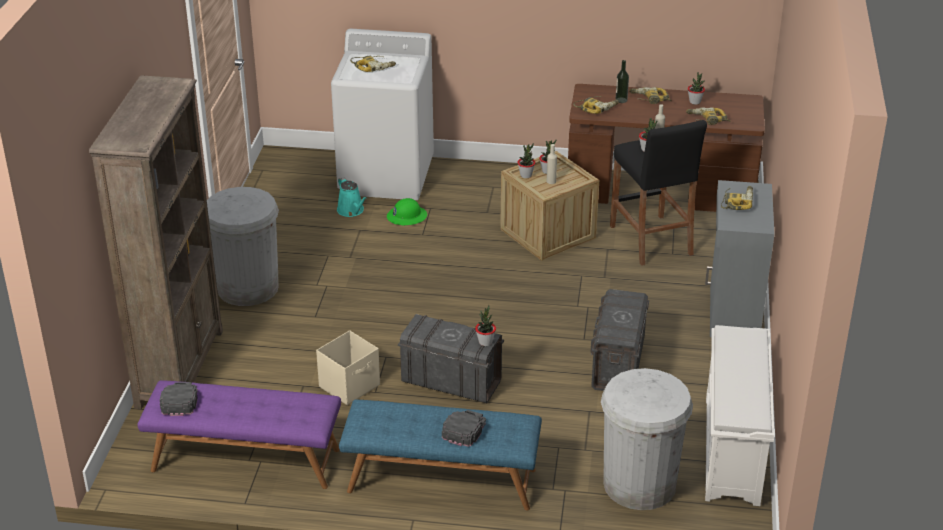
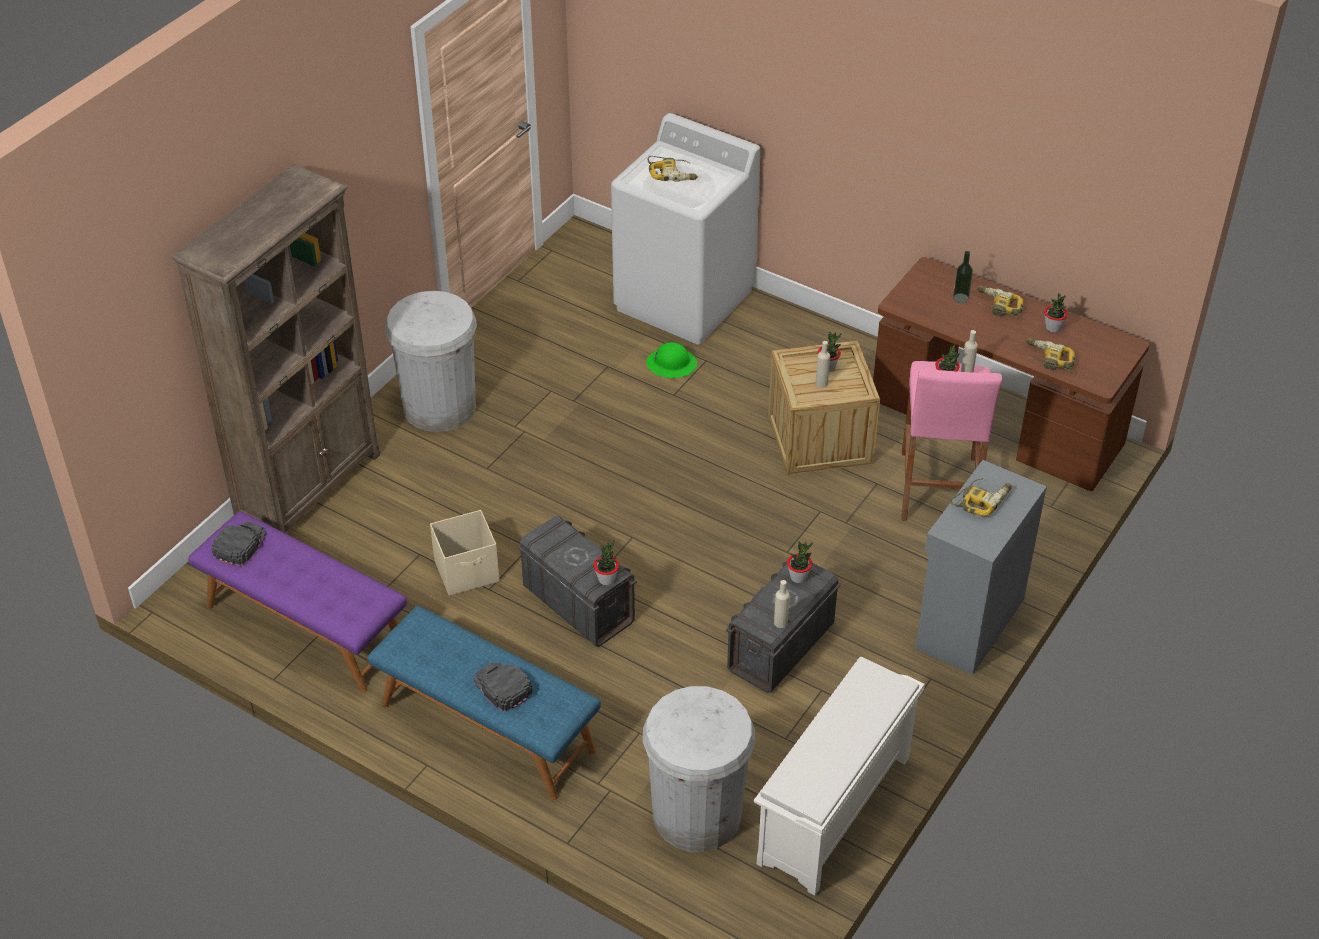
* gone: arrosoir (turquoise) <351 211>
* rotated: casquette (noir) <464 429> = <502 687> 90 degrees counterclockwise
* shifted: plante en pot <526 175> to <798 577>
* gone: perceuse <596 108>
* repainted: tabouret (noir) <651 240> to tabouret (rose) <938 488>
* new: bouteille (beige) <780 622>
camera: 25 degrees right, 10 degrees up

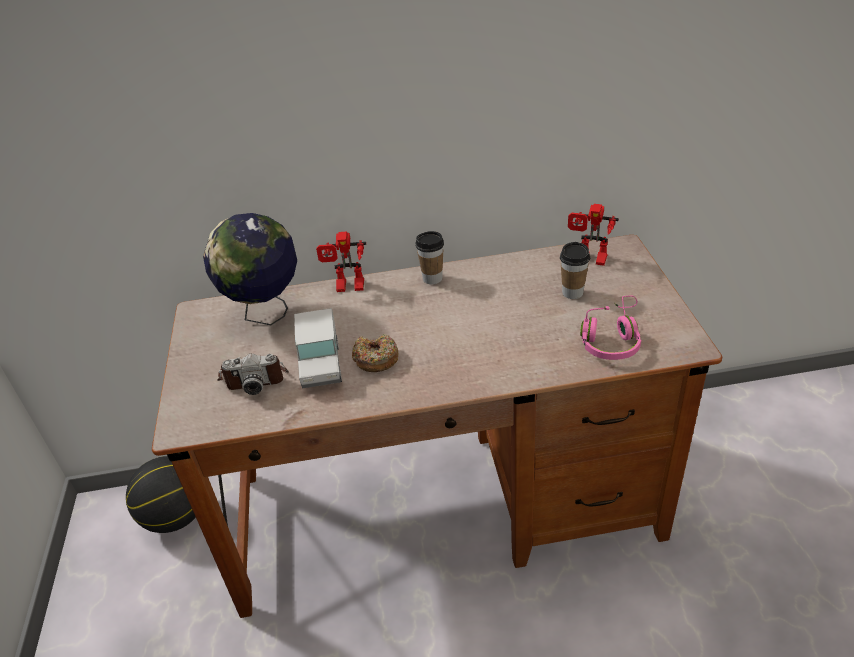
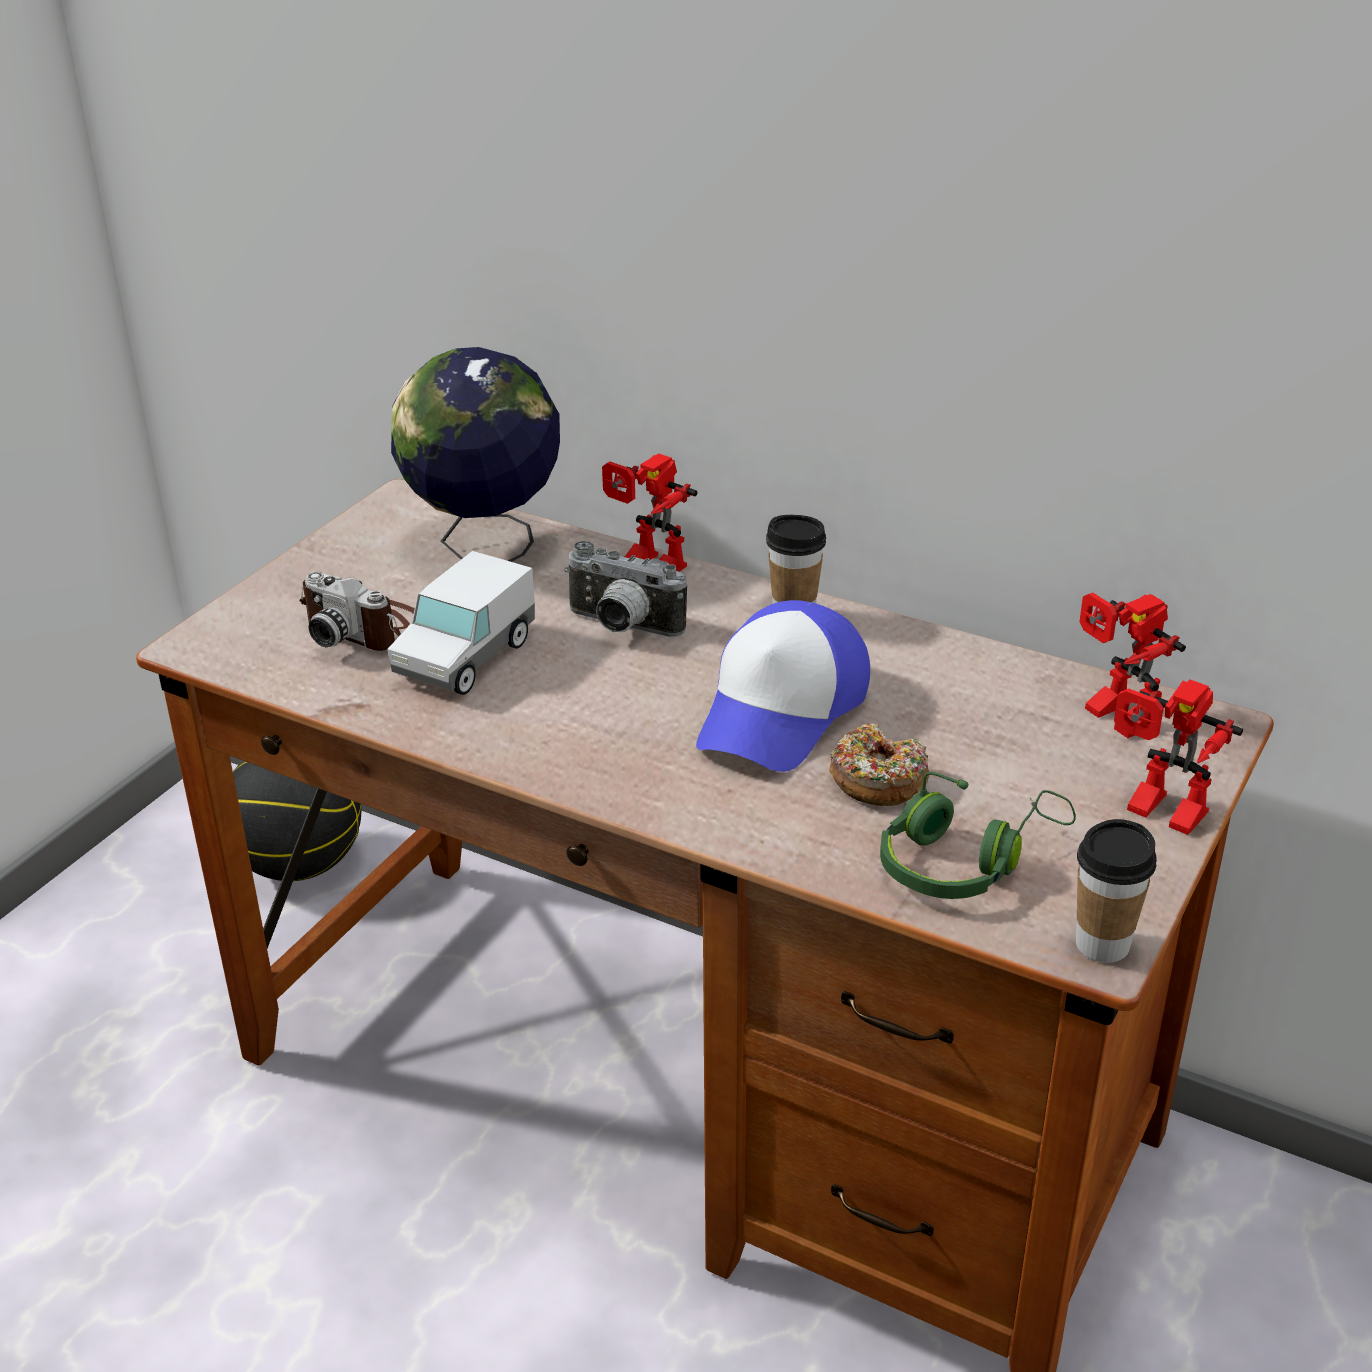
* shifted: beignet <375 359> to <878 780>
* shifted: tasse <572 293> to <1102 944>
* repainted: casque audio (rose) <611 339> to casque audio (vert) <965 860>
* new: appareil photo <621 627>
* new: casquette <782 711>
* new: robot jouet <1157 813>
camera: 35 degrees right, 5 degrees down

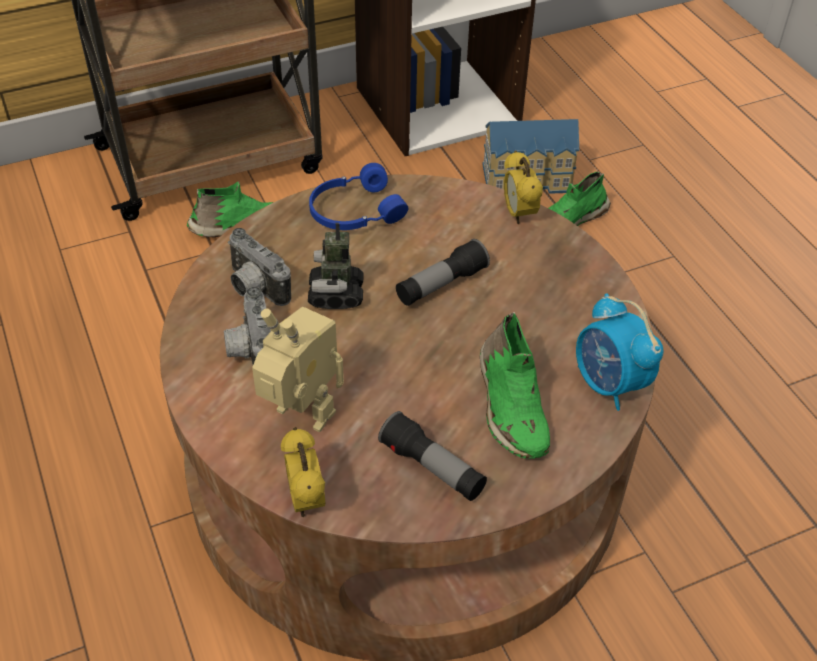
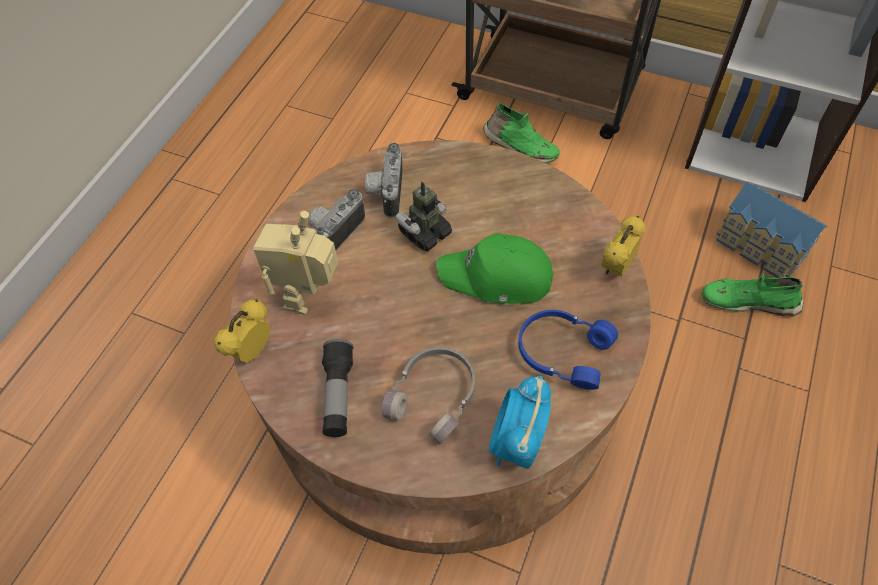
* rotated: robot jouet <300 418> = <310 297> 150 degrees counterclockwise
* shifted: casque audio (bleu) <354 211> to <562 351>
* swapped: lampe de poche <441 285> to casquette (vert) <497 277>
* swapped: chaussure (vert) <510 404> to casque audio (gris) <435 397>
camera: 50 degrees right, 10 degrees up

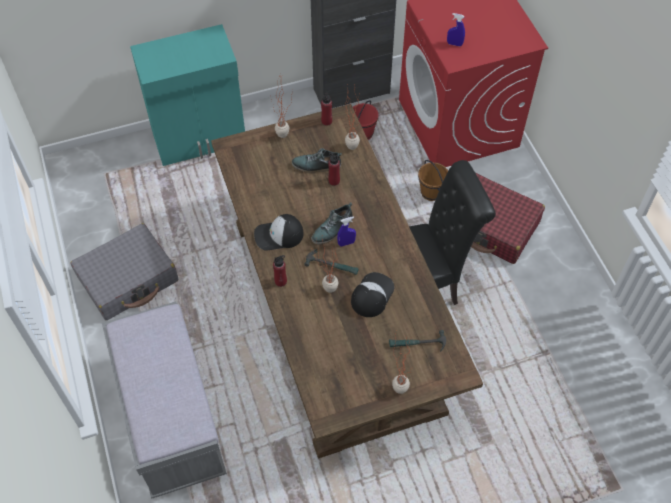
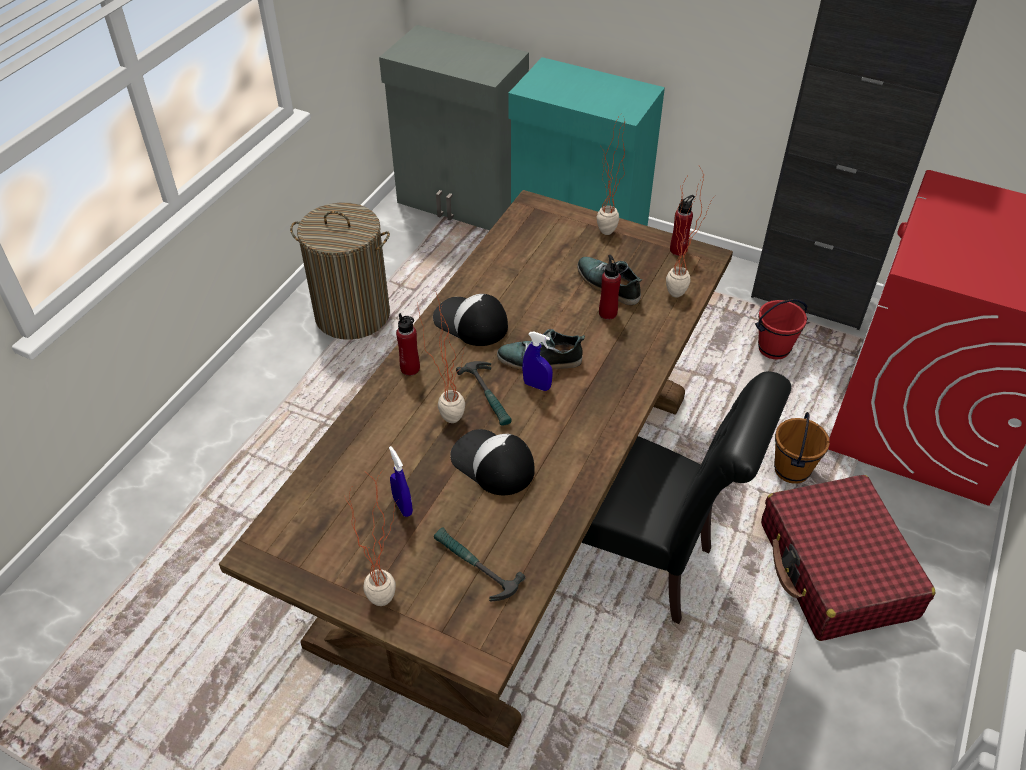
* swapped: valise (gris) <128 279> to panier à linge <353 314>
* gone: banc (gris) <172 419>
* rotated: casquette <371 295> = <492 463> 120 degrees counterclockwise
* shifted: vaporisateur (bleu) <454 44> to <402 506>
* new: meuble de rangement (gris) <462 202>
camera: 45 degrees right, 10 degrees down

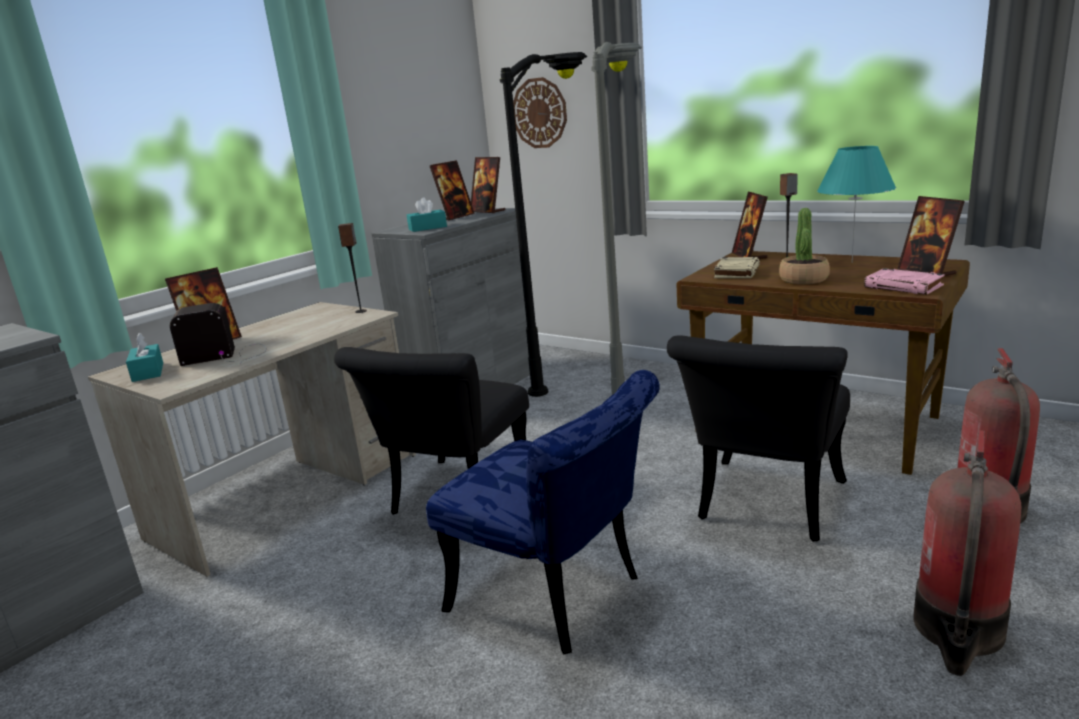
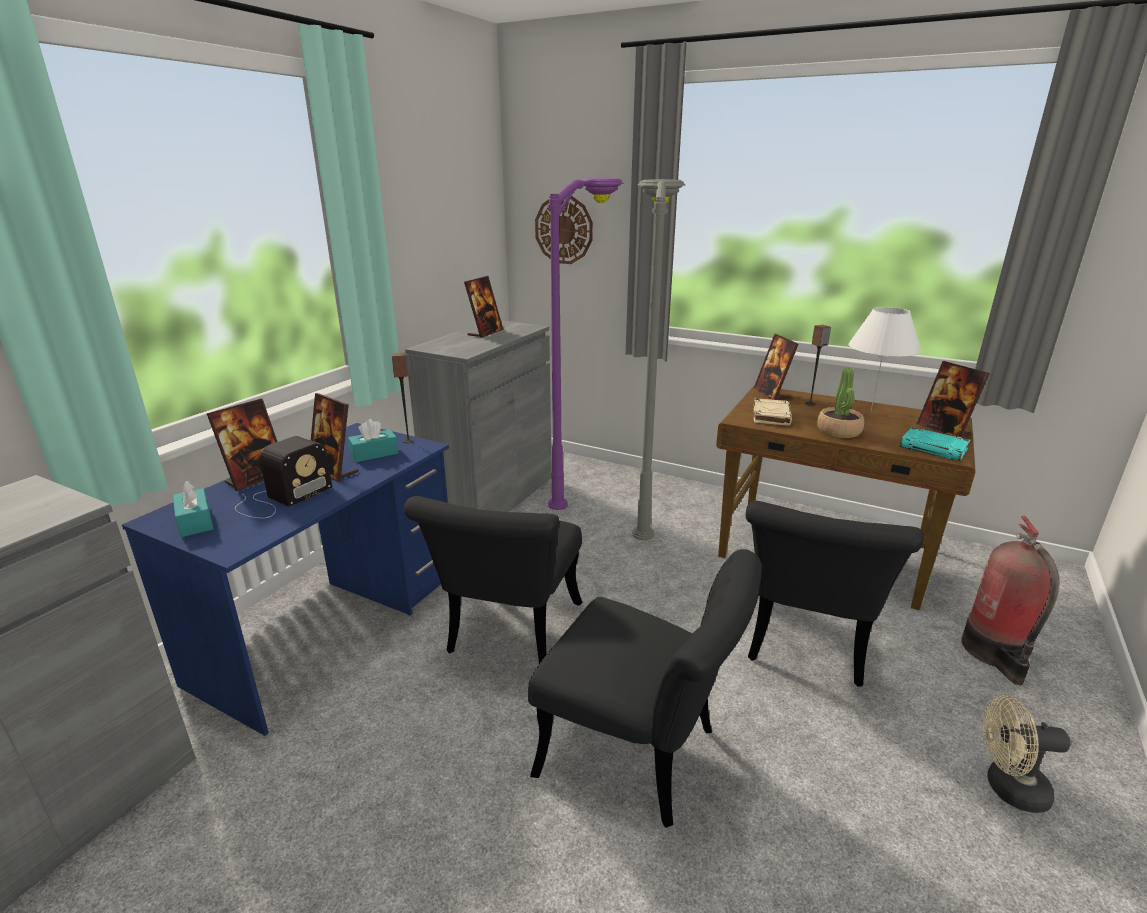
* repainted: bureau (beige) <290 495> to bureau (bleu) <333 627>
* rotated: radio <227 354> = <281 499> 150 degrees clockwise
* shifted: boîte à mouchoirs (turquoise) <427 228> to <374 454>
* repainted: chaise (bleu) <558 598> to chaise (noir) <642 756>
* shifted: cadre photo <488 211> to <334 470>
* repainted: lampadaire (noir) <574 371> to lampadaire (violet) <586 481>
* repainted: lampe de table (turquoise) <851 262> to lampe de table (blanc) <870 411>
* repainted: livre (rose) <904 287> to livre (turquoise) <934 448>
* swapped: extincteur <958 632> to ventilateur (beige) <1007 788>
camera: 10 degrees left, 5 degrees up

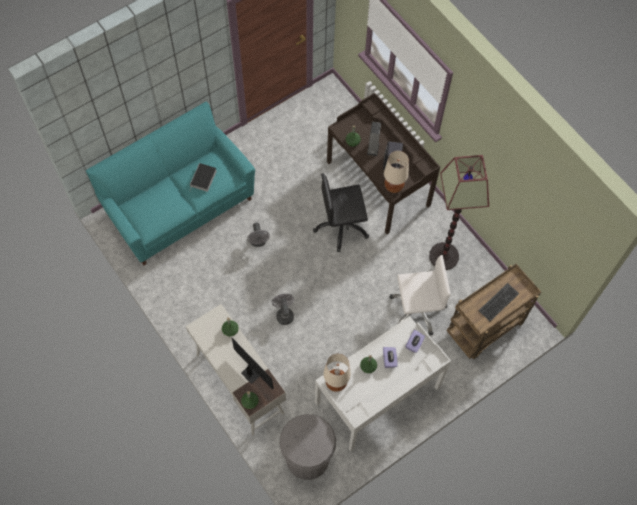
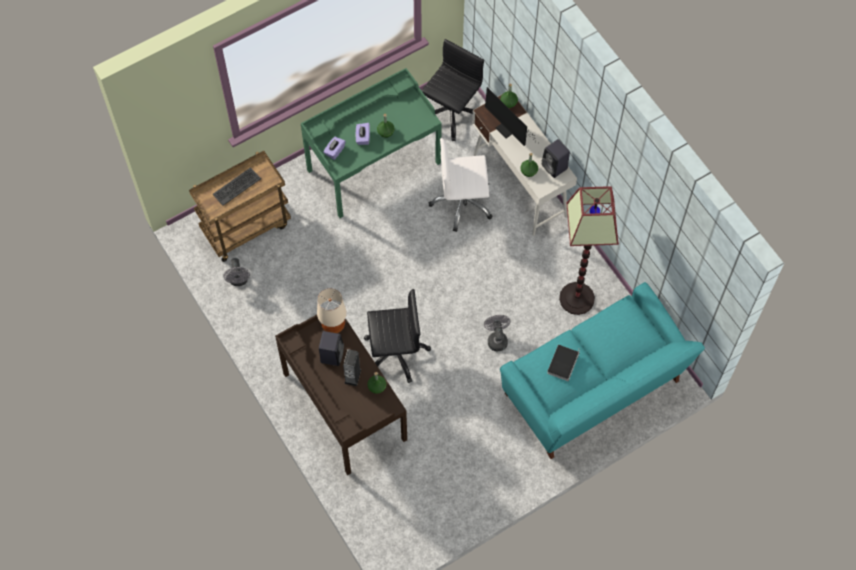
* shifted: ventilateur (gris) <284 314> to <239 281>
* swapped: poubelle (gris) <307 458> to chaise de bureau (noir) <451 113>
* repainted: bureau (blanc) <378 396> to bureau (vert) <373 165>
* gone: lampe de table (beige) <336 383>
* shifted: chaise de bureau (blanc) <417 309> to <462 203>
* shifted: lampadaire <443 256> to <577 299>
* new: enceinte (noir) <555 167>
camera: 175 degrees left, 0 degrees up

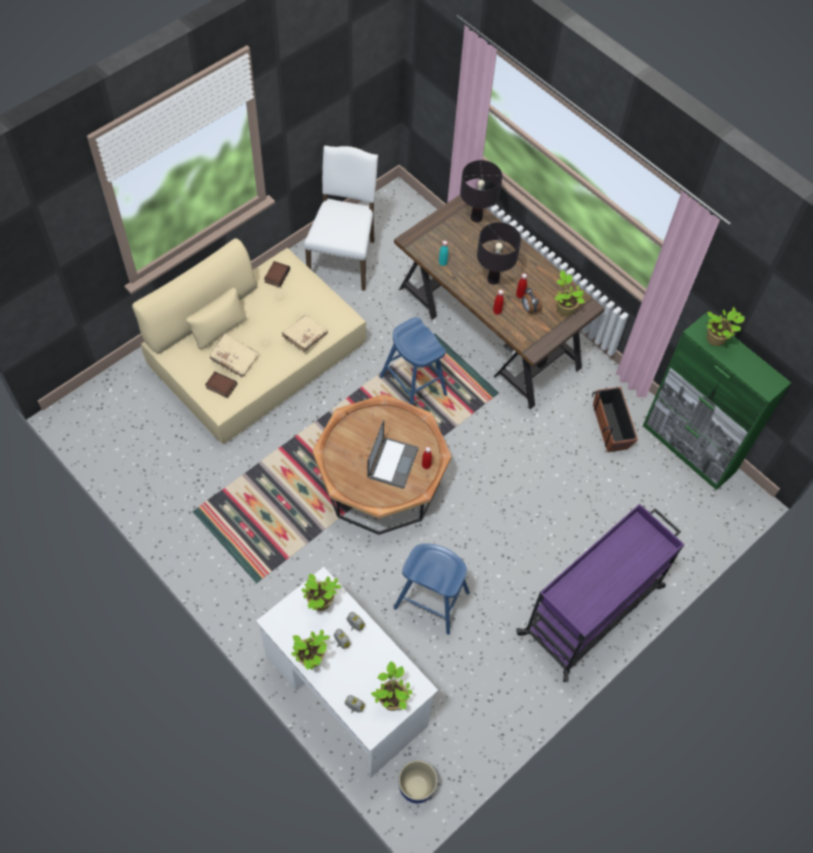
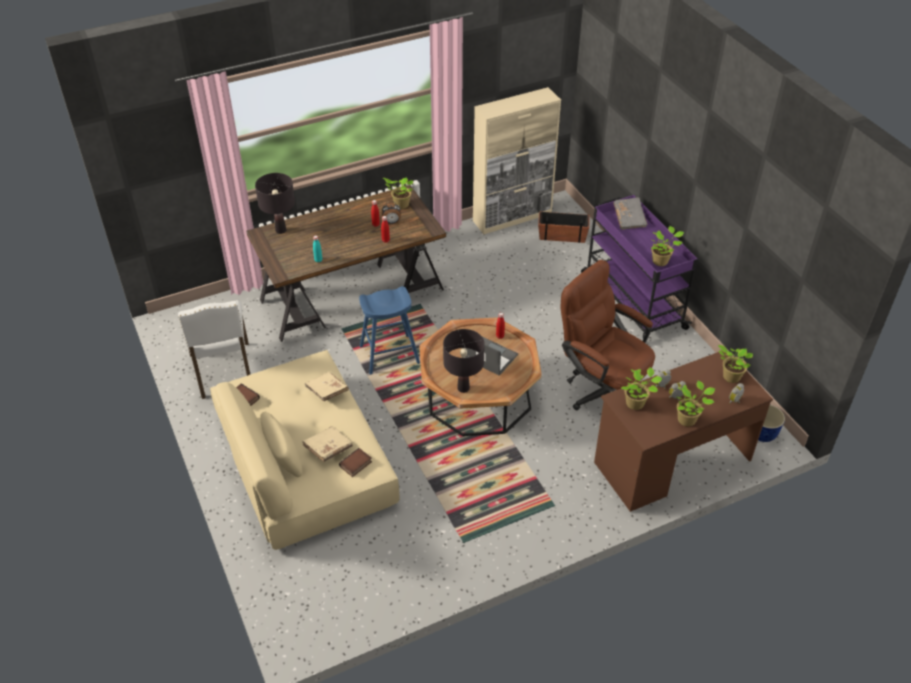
* repainted: bureau (blanc) <346 690> to bureau (marron) <672 462>
* rotated: chaise (blanc) <344 258> = <223 371> 135 degrees counterclockwise
* swapped: tabouret (bleu) <431 600> to chaise de bureau (marron) <601 389>
* shifted: lampe de table (noir) <493 279> to <463 388>
* shifted: cache-pot <611 426> to <562 235>
* repainted: meuble de rangement (vert) <689 449> to meuble de rangement (beige) <512 217>
* shifted: plante en pot <716 340> to <661 261>
* new: livre (gris) <629 218>
camera: 70 degrees left, 15 degrees down

